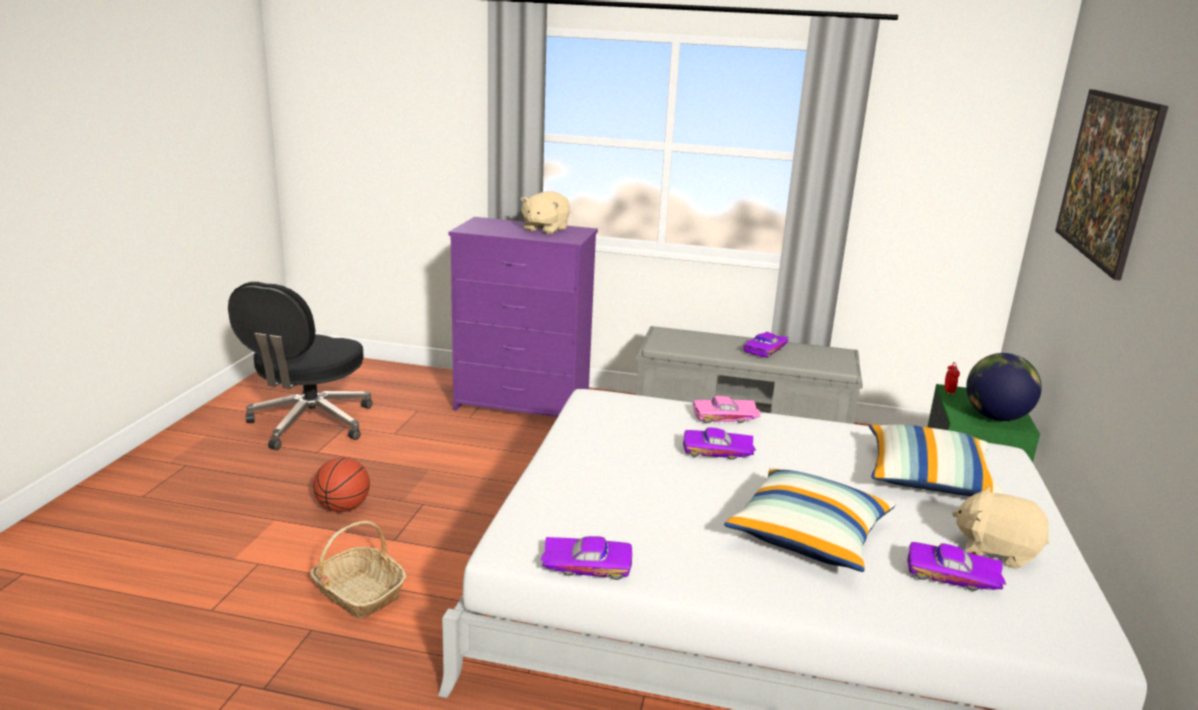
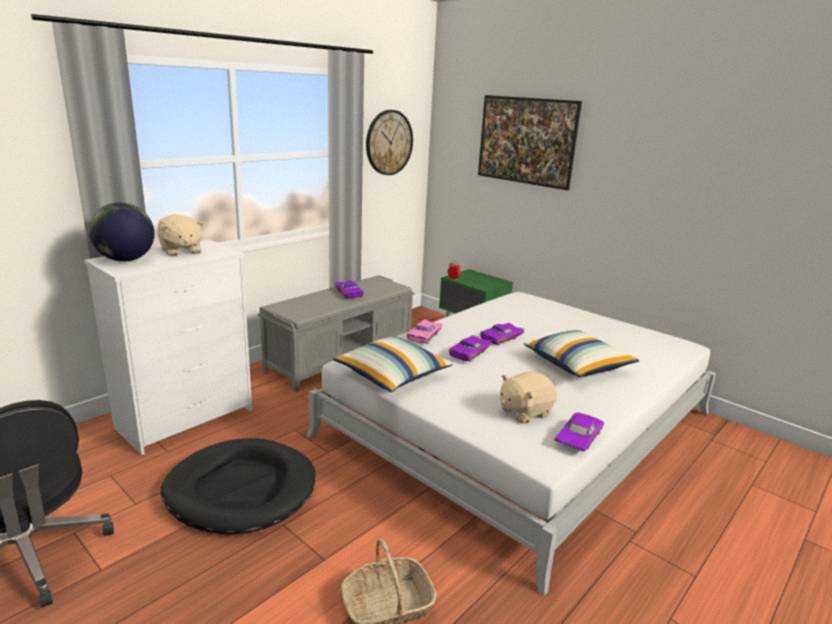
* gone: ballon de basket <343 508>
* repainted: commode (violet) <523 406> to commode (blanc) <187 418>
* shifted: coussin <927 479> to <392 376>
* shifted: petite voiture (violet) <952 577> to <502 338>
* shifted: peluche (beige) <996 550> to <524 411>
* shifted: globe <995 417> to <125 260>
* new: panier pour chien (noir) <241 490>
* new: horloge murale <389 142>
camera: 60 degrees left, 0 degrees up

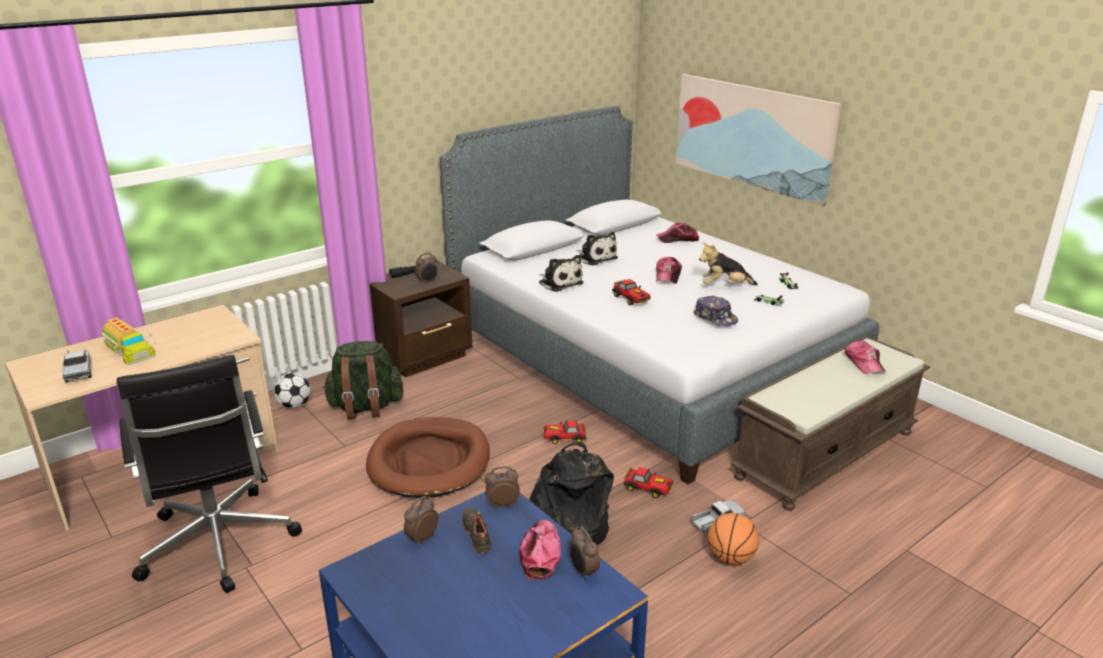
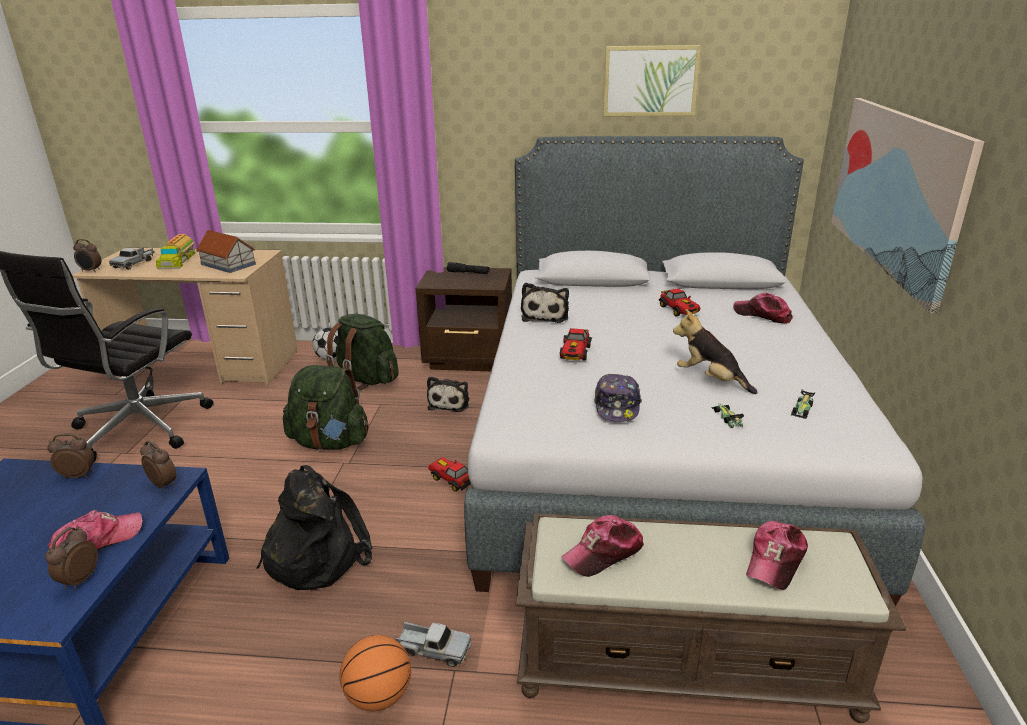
* swapped: panier pour chien (marron) <429 461> to sac à dos (vert) <330 442>
* shifted: réveil <427 282> to <91 271>
* gone: chaussure (noir) <478 534>
* shifted: peluche <595 258> to <450 403>
* shifted: petite voiture <648 489> to <679 310>
* shifted: casquette <668 276> to <603 553>
* new: maison miniature <228 264>
* new: tableau <650 81>
camera: 45 degrees right, 0 degrees up

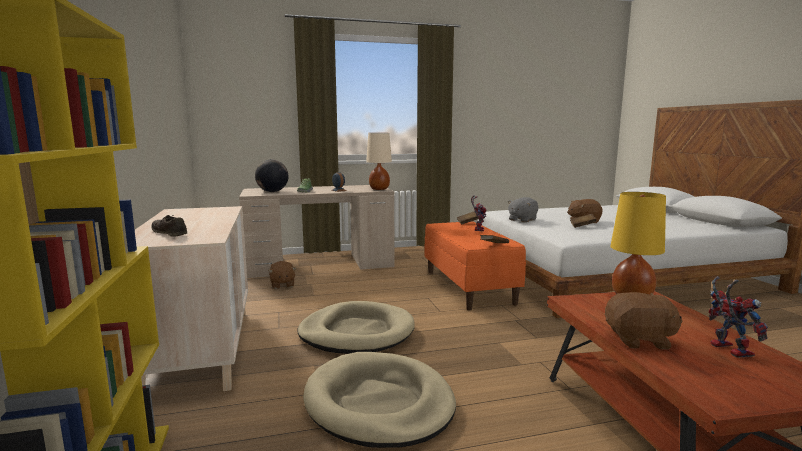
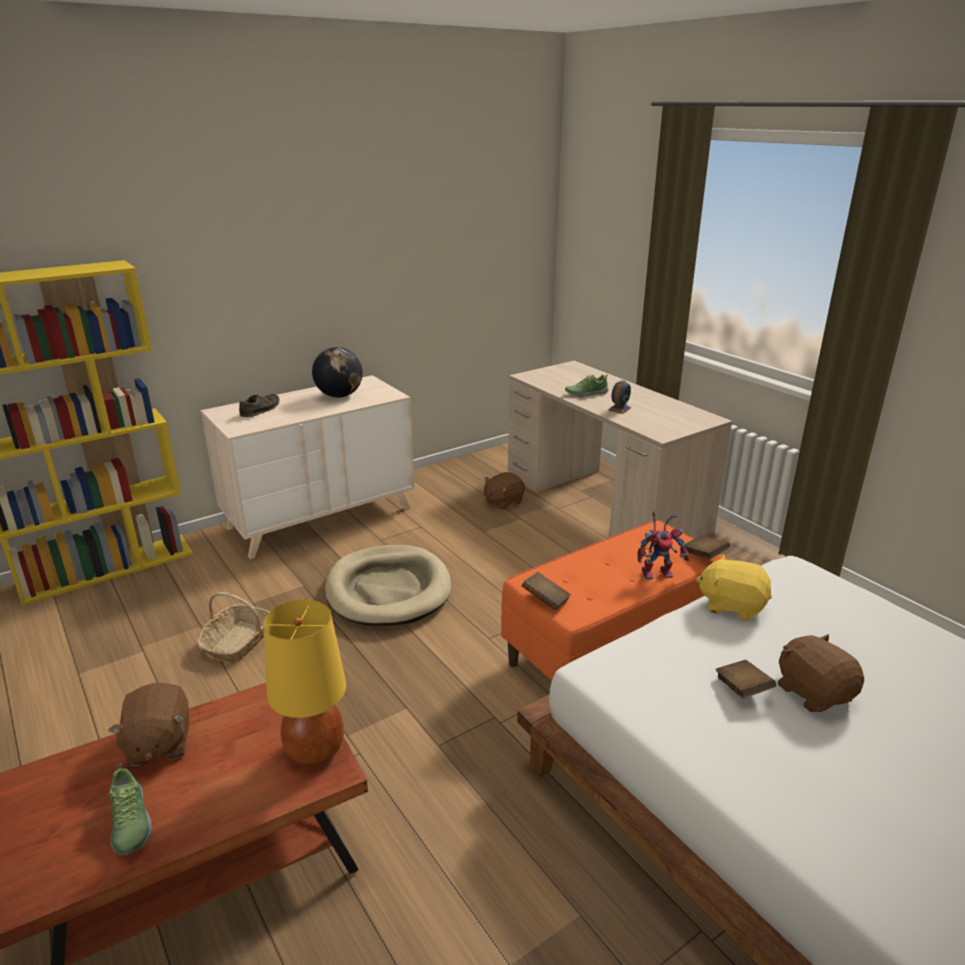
* shifted: globe <272 192> to <339 396>
* swapped: panier pour chien (beige) <379 403> to panier <238 642>
* gone: lampe de table (beige) <379 189>
* repainted: peluche (gris) <522 220> to peluche (jaune) <732 605>
* swapped: robot jouet <726 348> to chaussure <129 823>
camera: 70 degrees right, 15 degrees up

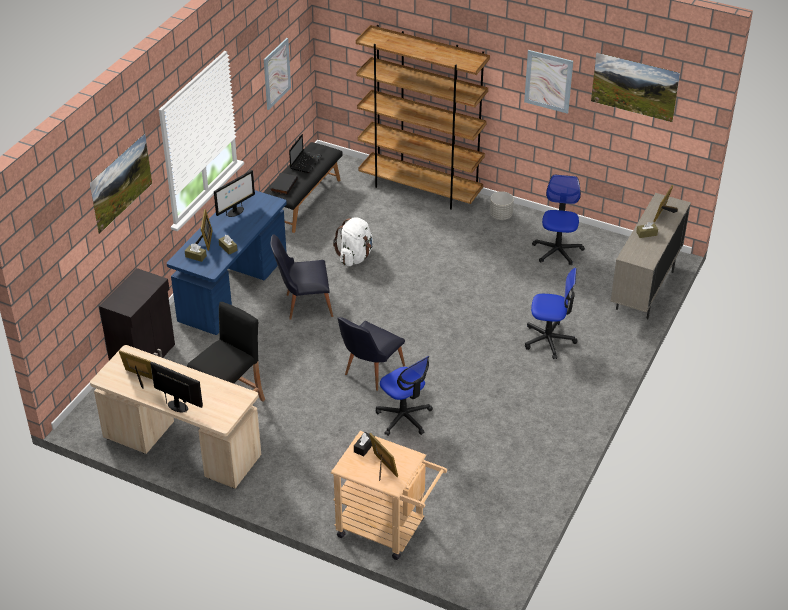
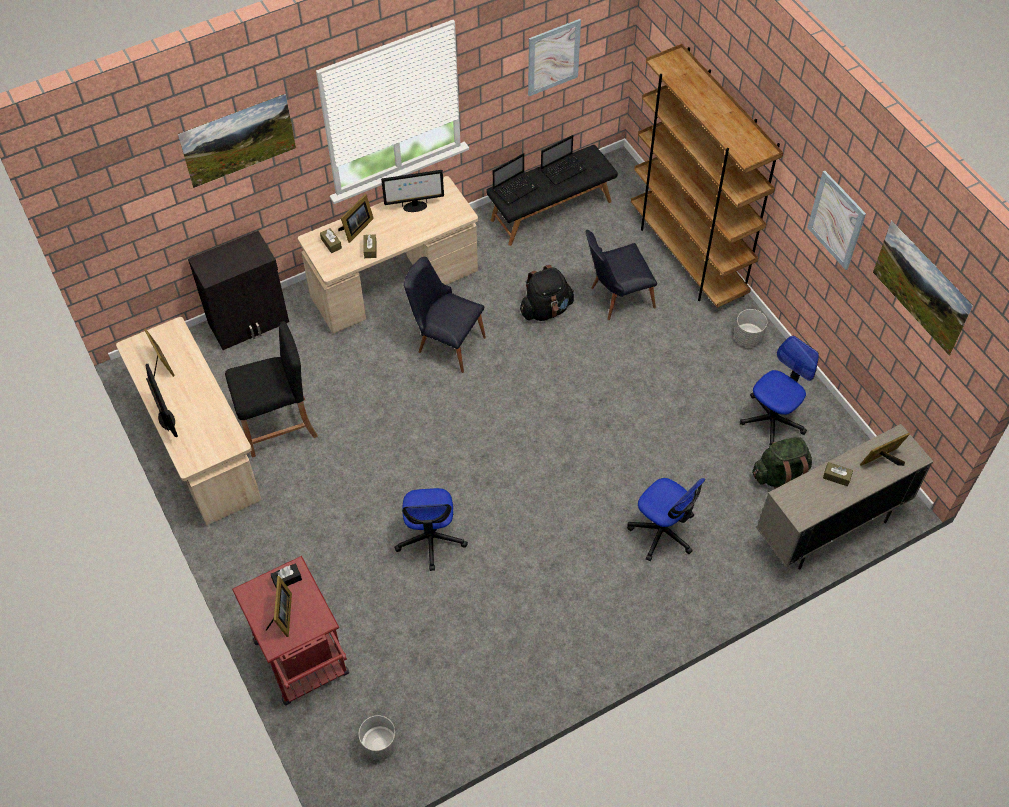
* repainted: bureau (bleu) <233 289> to bureau (beige) <394 285>
* swapped: livre (noir) <283 185> to ordinateur portable <516 188>
* repainted: chariot (beige) <387 530> to chariot (rouge) <305 664>
* repainted: sac à dos (blanc) <355 257> to sac à dos (noir) <546 309>
* shifted: chaise (noir) <369 372> to <616 298>
* new: cache-pot (gris) <379 745>
* new: sac à dos (vert) <780 476>
camera: 35 degrees right, 15 degrees up

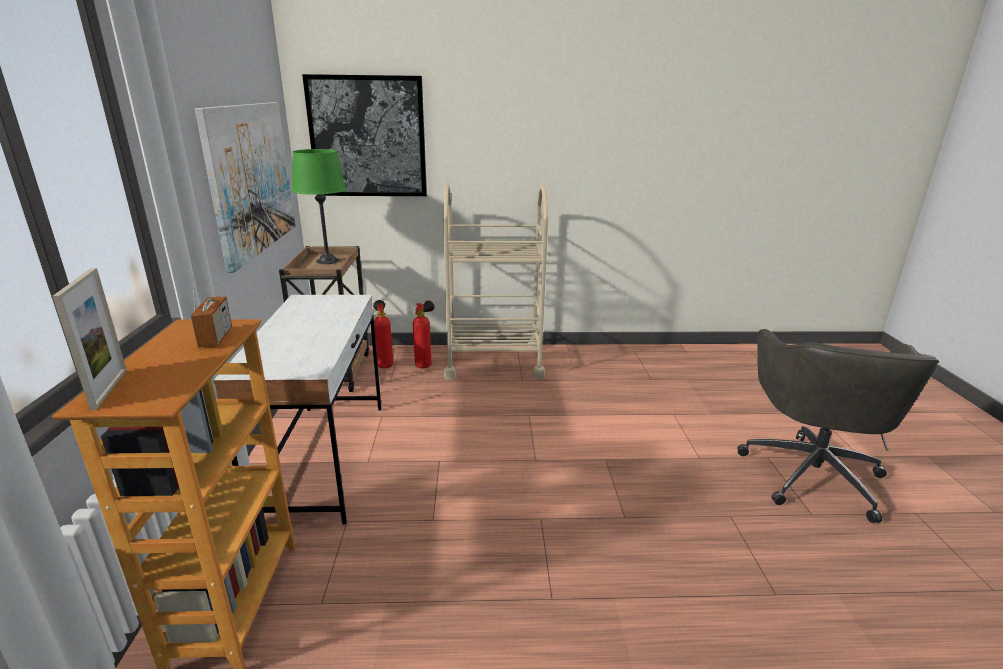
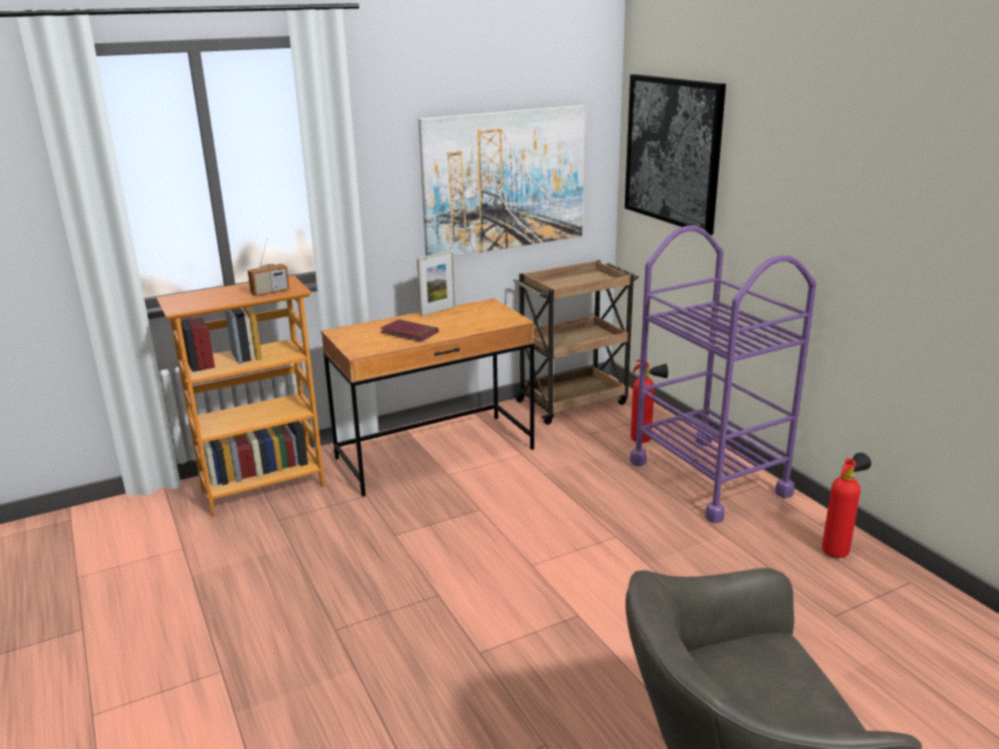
* shifted: cadre photo <109 389> to <438 311>
* repainted: bureau (blanc) <324 458> to bureau (marron) <435 454>
* gone: lampe de table (vert) <328 261>
* shifted: extincteur <384 365> to <838 550>
* repainted: chariot (beige) <493 362> to chariot (violet) <708 478>
* new: livre (rouge) <409 333>
camera: 65 degrees right, 0 degrees up

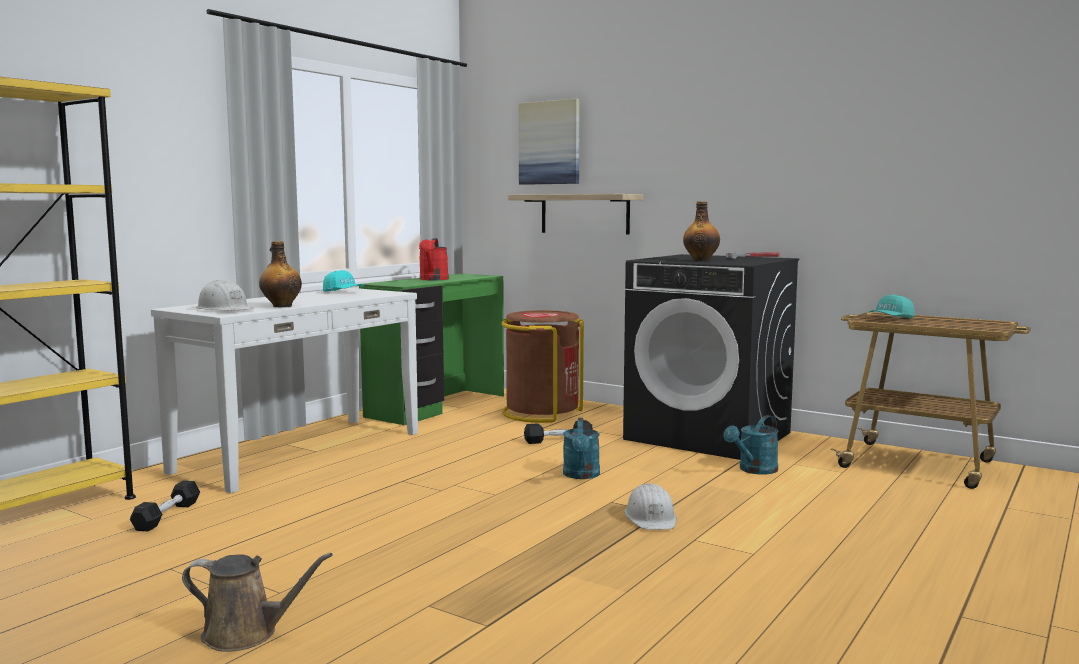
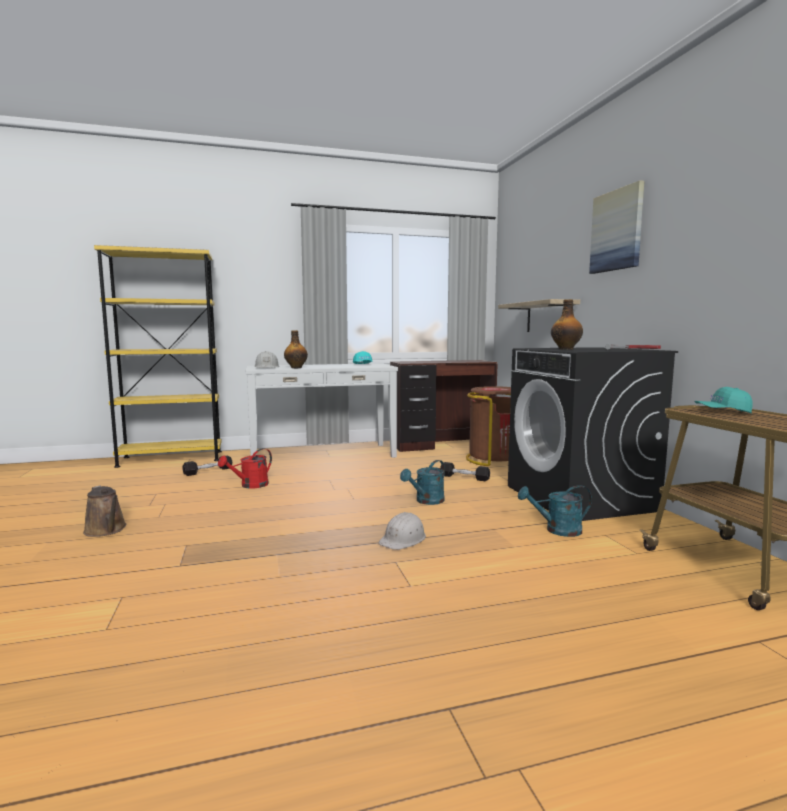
* repainted: bureau (vert) <438 406> to bureau (marron) <442 445>
* shifted: arrosoir (rouge) <433 279> to <250 485>
* shifted: tableau <550 143> to <617 230>
camera: 40 degrees right, 0 degrees up

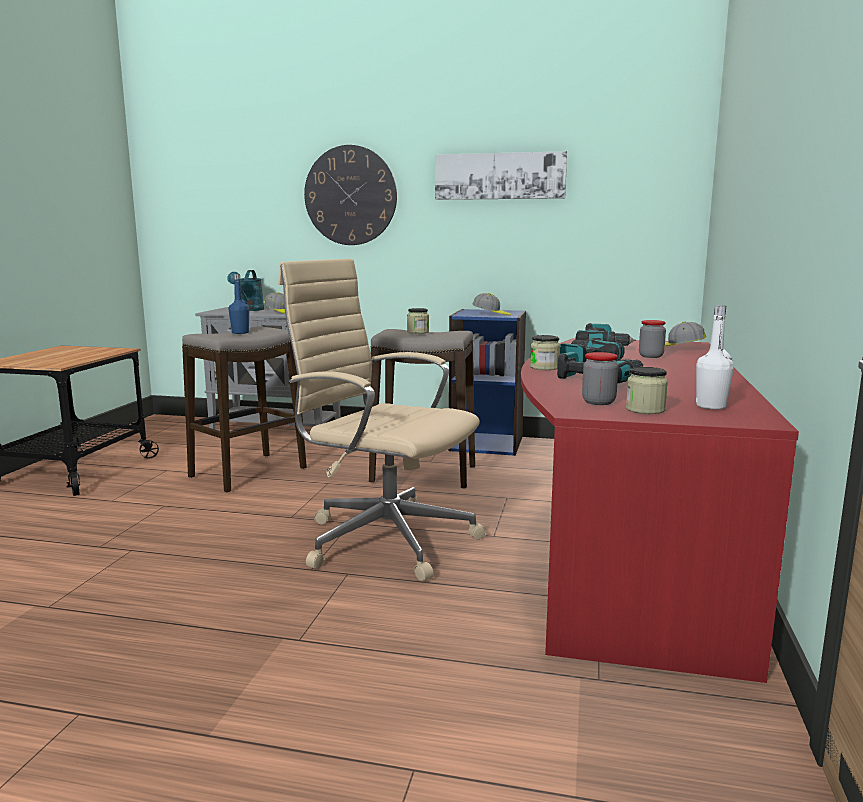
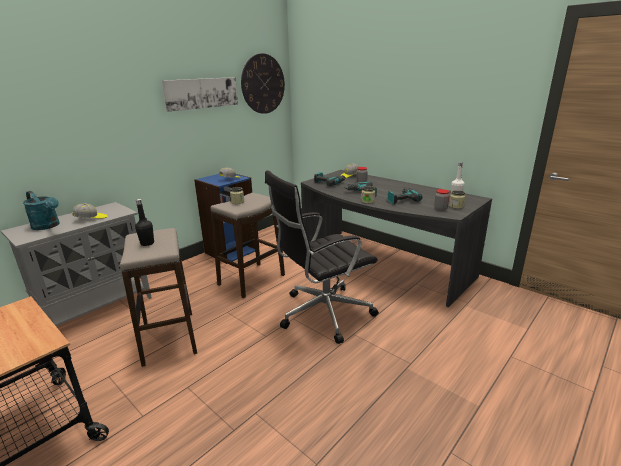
* repainted: bouteille (bleu) <240 333> to bouteille (noir) <147 243>
* repainted: chaise de bureau (beige) <384 539> to chaise de bureau (noir) <322 313>
* shifted: horloge murale <350 195> to <263 84>
* repainted: bureau (rouge) <625 552> to bureau (gris) <381 265>
camera: 60 degrees left, 10 degrees up

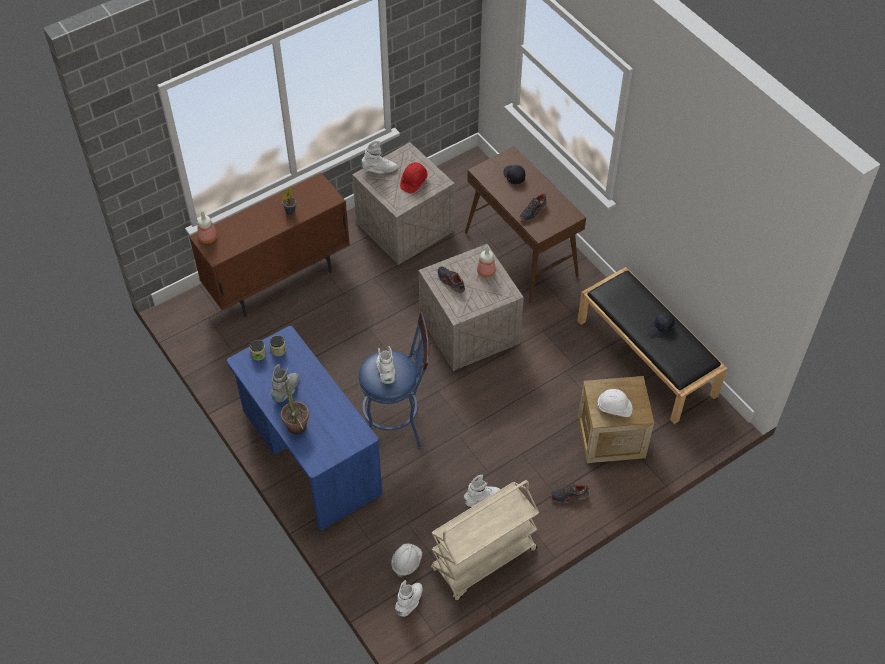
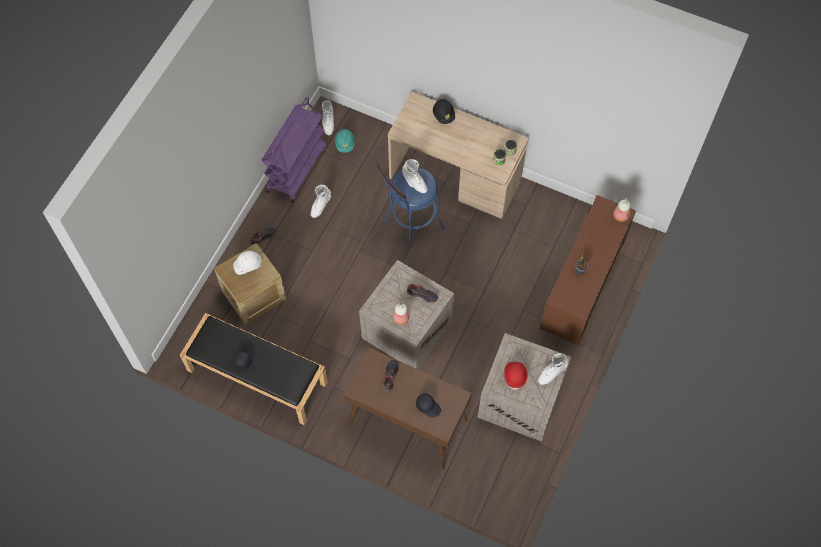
* repainted: bureau (bleu) <309 454> to bureau (beige) <455 178>
* gone: botte (gris) <286 391>
* swapped: plante en pot <297 430> to casque de chantier (noir) <443 115>
* repainted: casque de chantier (blanc) <406 562> to casque de chantier (turquoise) <345 144>
* repainted: chariot (beige) <484 560> to chariot (violet) <297 169>
camera: 150 degrees right, 10 degrees up

